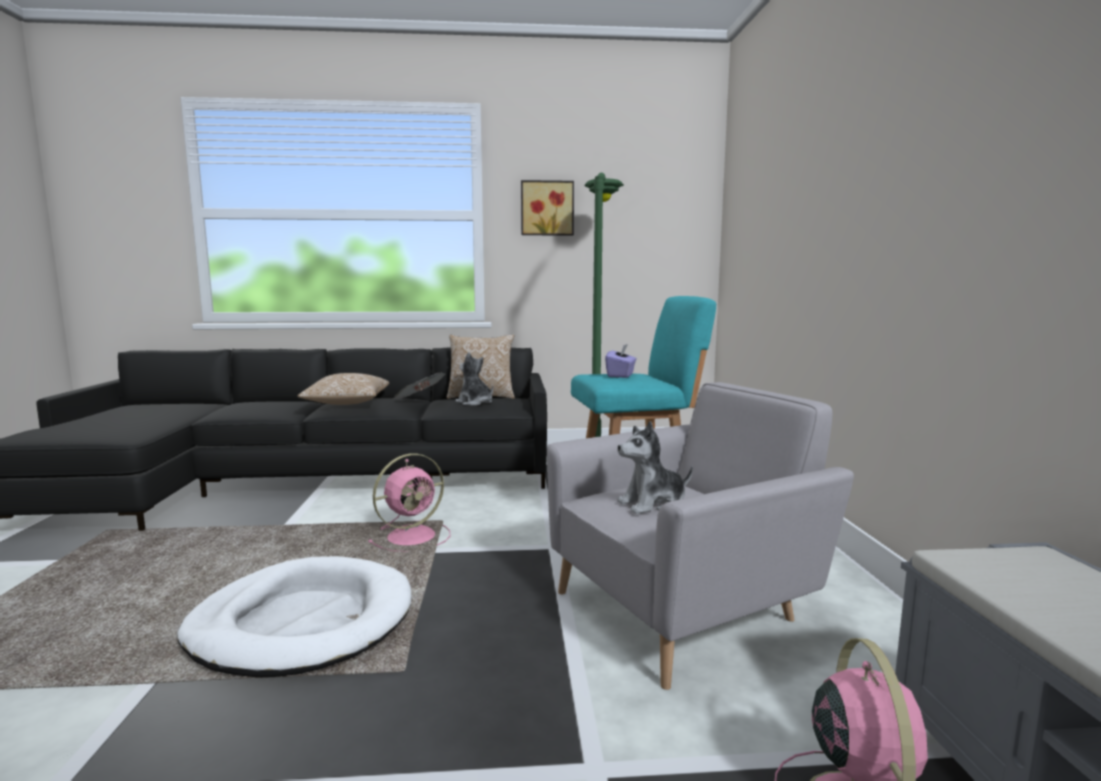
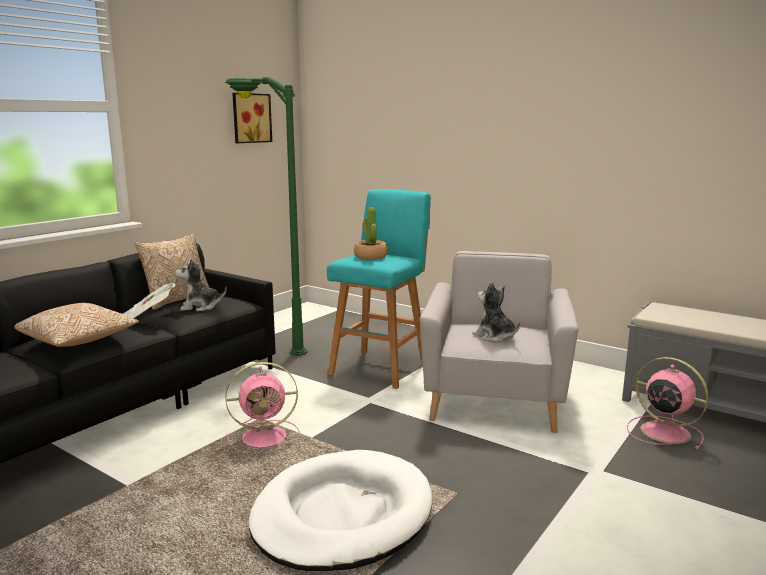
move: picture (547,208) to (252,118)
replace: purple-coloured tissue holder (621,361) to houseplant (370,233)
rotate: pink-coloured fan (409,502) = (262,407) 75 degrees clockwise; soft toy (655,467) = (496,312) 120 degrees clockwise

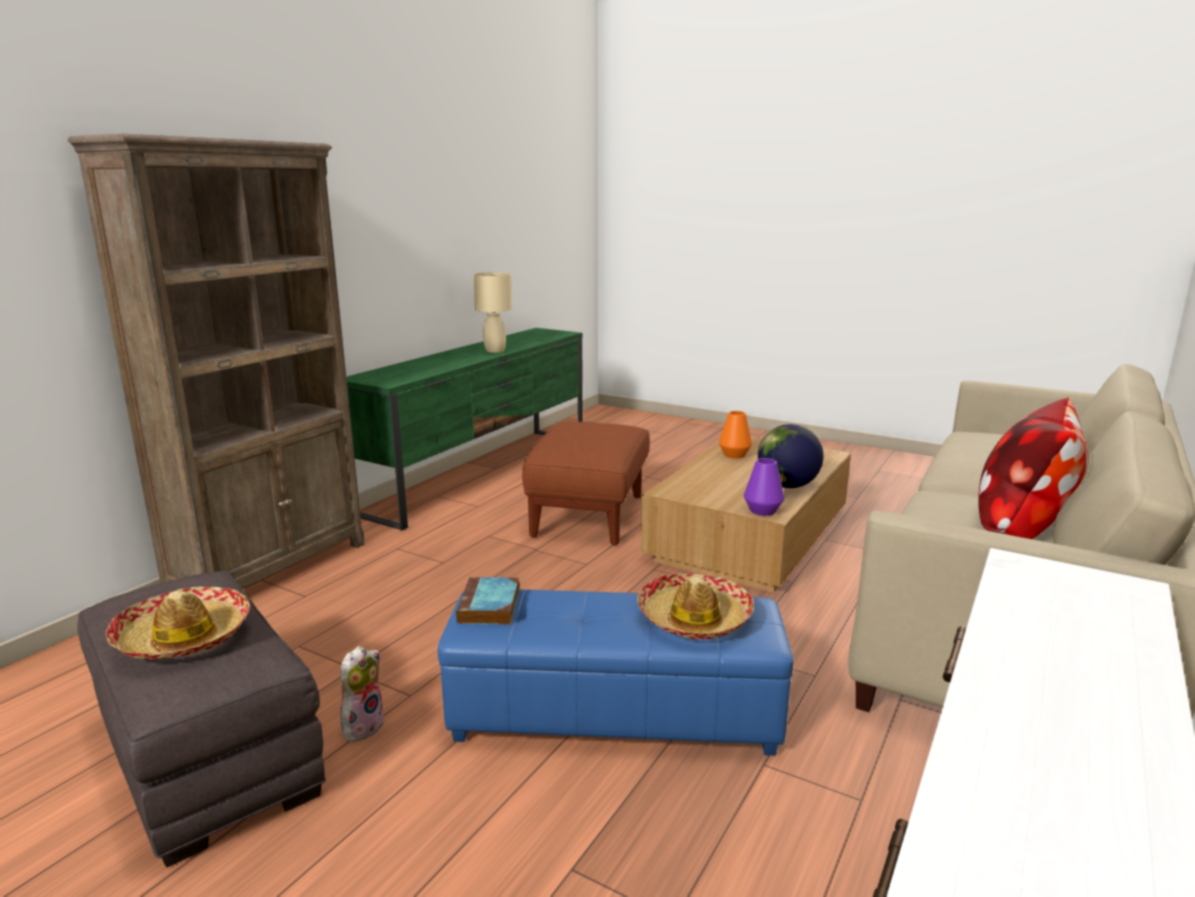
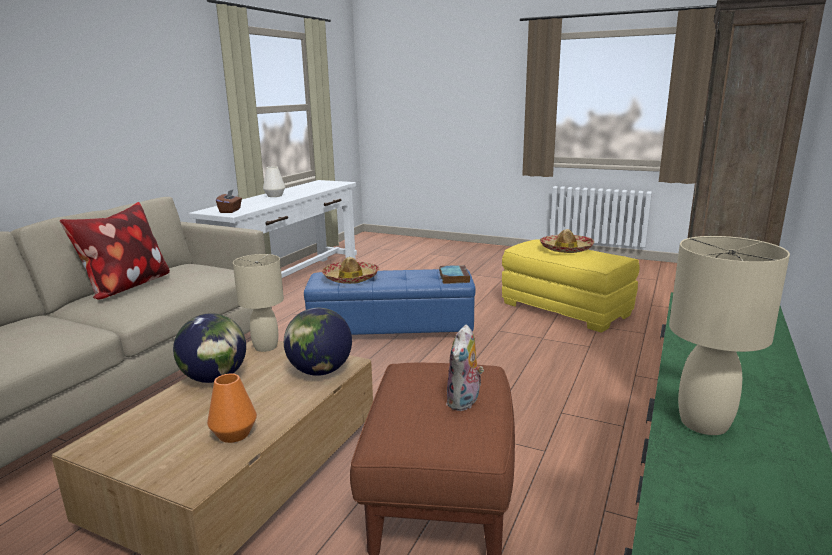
insert: brown tissue holder (229,201); white flower vase (274,181); world globe (318,342)
move: soft toy (362,694) to (465,368)
replace: purple-coloured flower vase (764,487) to sand-coloured table lamp (258,303)
recolor: greyish footrest (201,719) to yellow footrest (571,286)

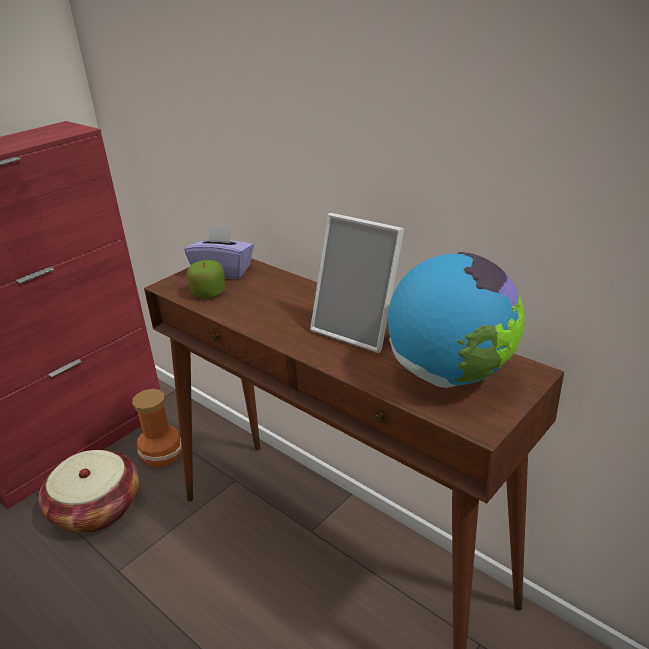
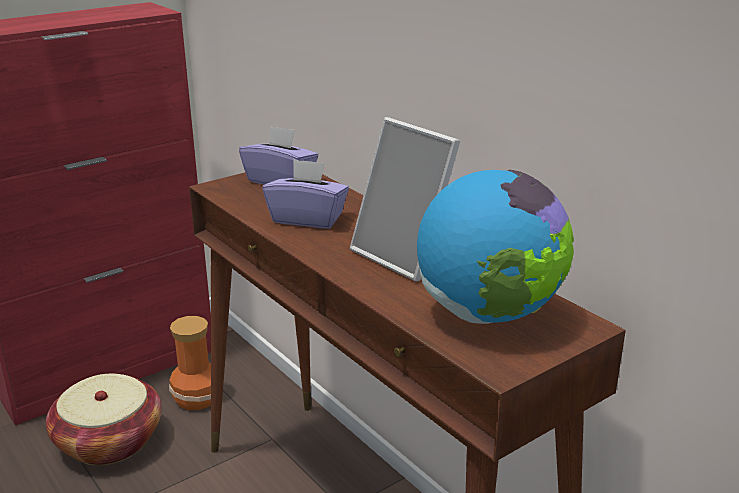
delete: whole apple (206,279)
insert: purple-coloured tissue holder (305,194)

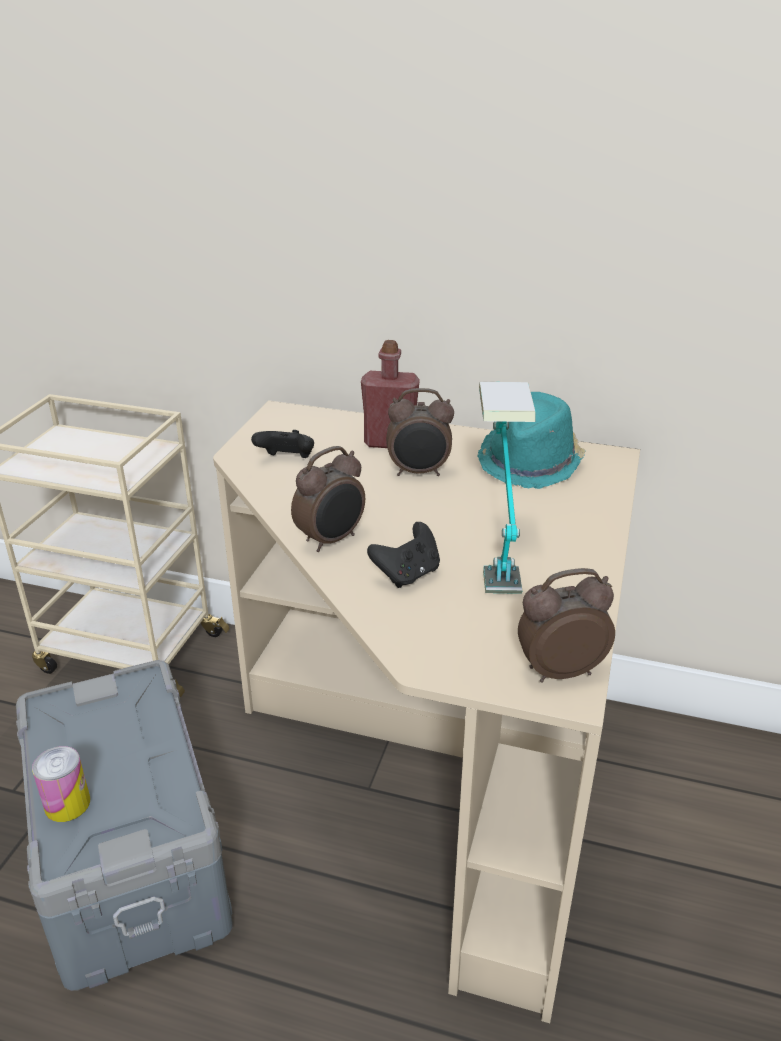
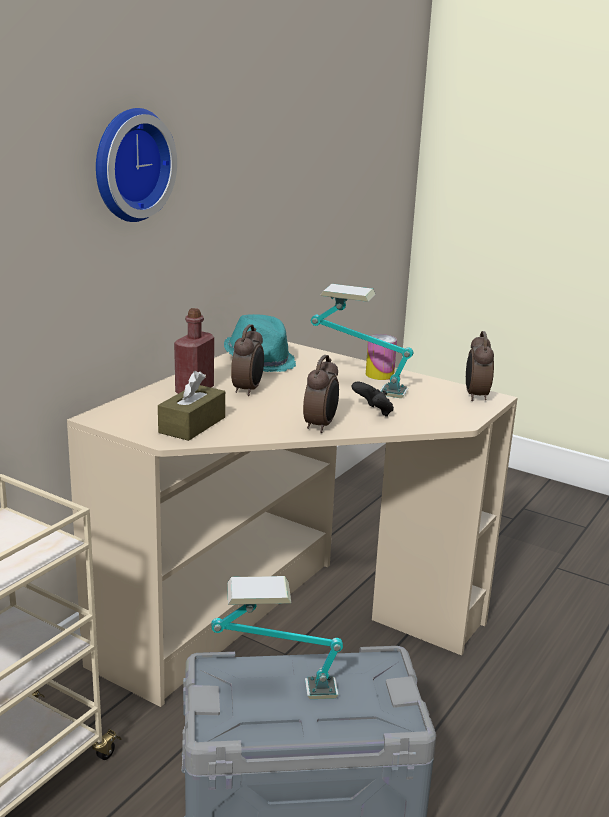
insert: clock on the wall (136,165); table lamp (277,637)
move: can (61,784) to (381,357)
replace: black-coloured game controller (282,444) to brown tissue holder (191,406)
rotate: bedside clock (328,499) = (321,394) 45 degrees clockwise

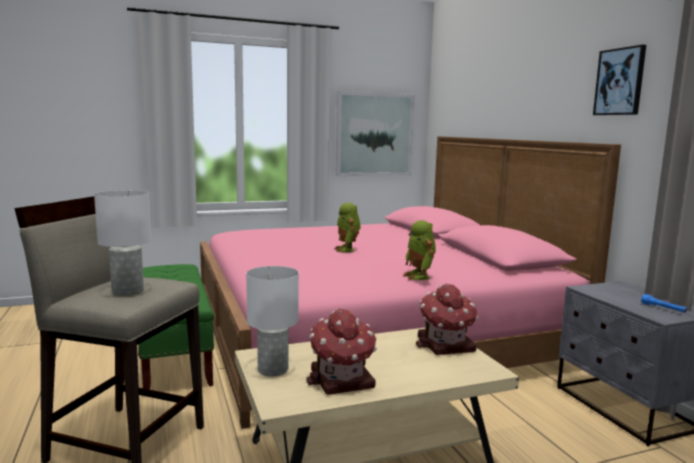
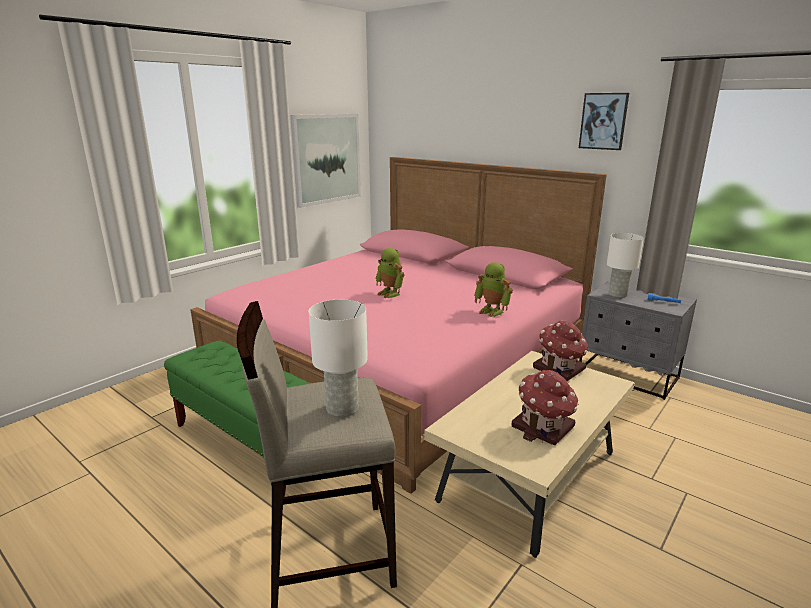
move: white table lamp (272,321) to (625,265)

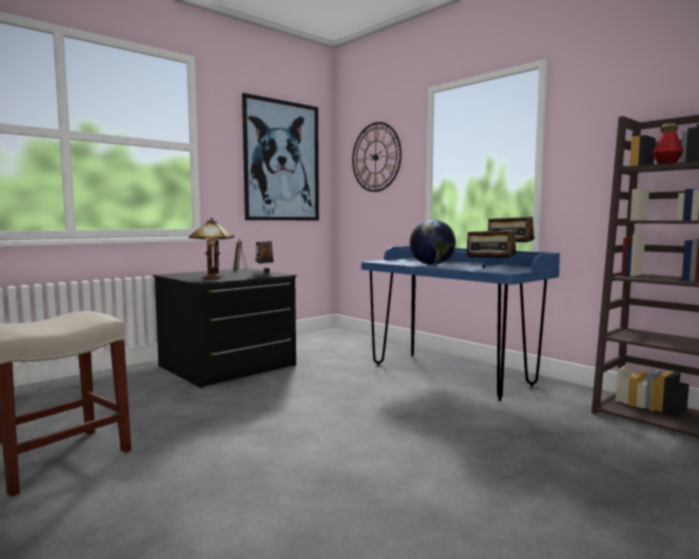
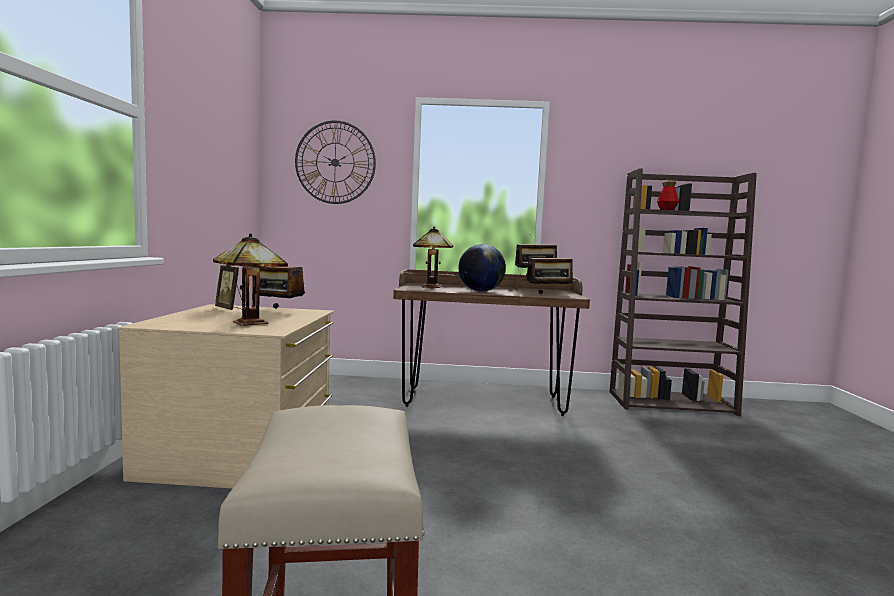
delete: picture (280,156)
insert: table lamp (433,257)
recolor: black-coloured chest of drawers (225,328) to sand-coloured chest of drawers (226,396); blue-coloured desk table (460,323) to brown desk table (491,342)

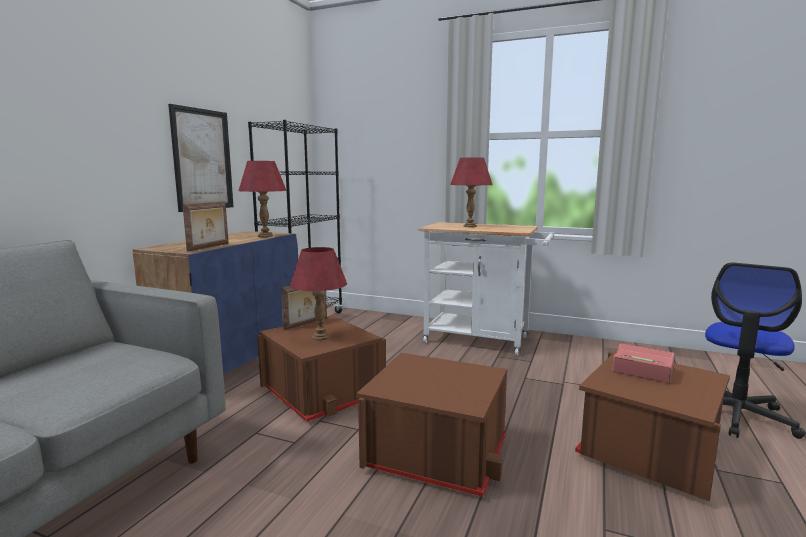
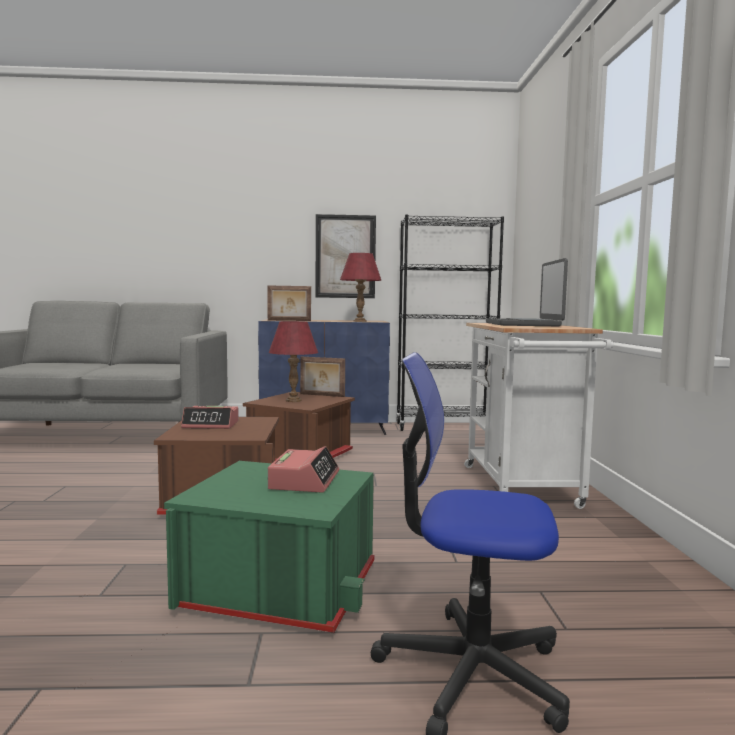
insert: bedside clock (210,417)
replace: red-coloured table lamp (471,192) to portable computer (527,292)
recolor: brown storage box (652,425) to green storage box (269,547)

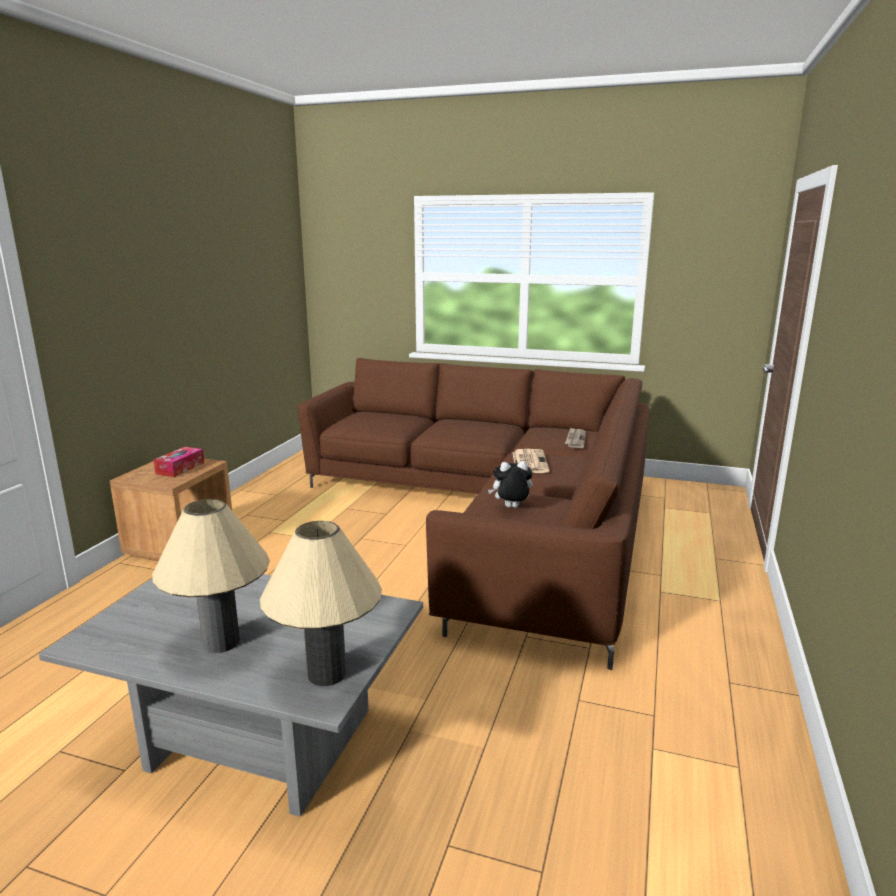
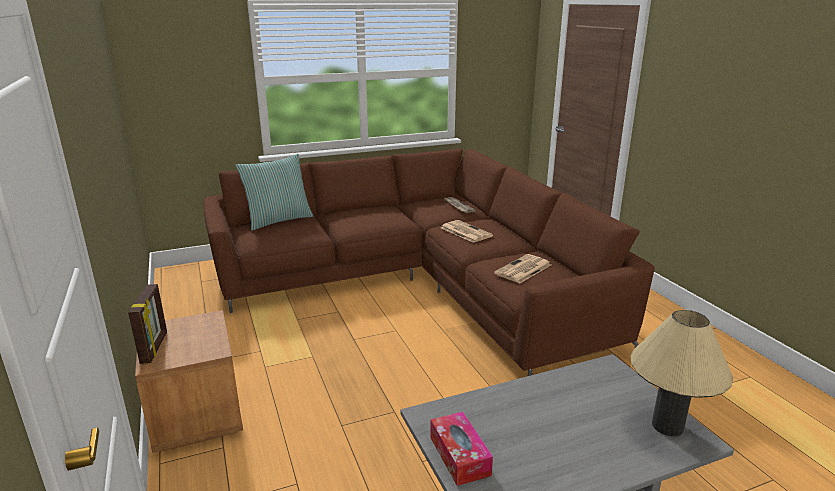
delete: sand-coloured table lamp (211,576)
insert: standing frame (147,324); pillow (275,192)
move: tissue holder (178,462) to (461,449)
replace: soft toy (510,484) to printed paper (522,268)

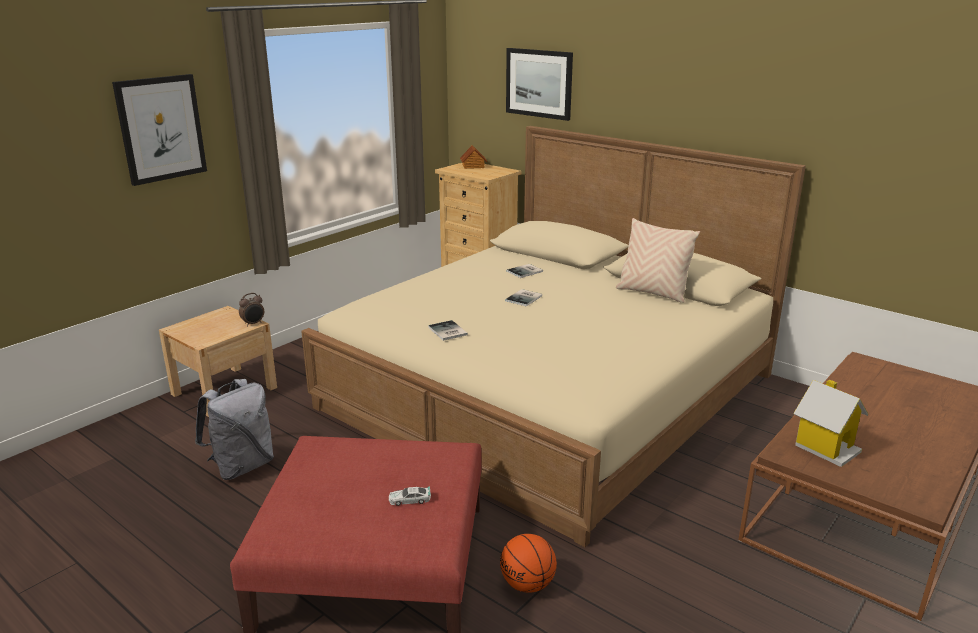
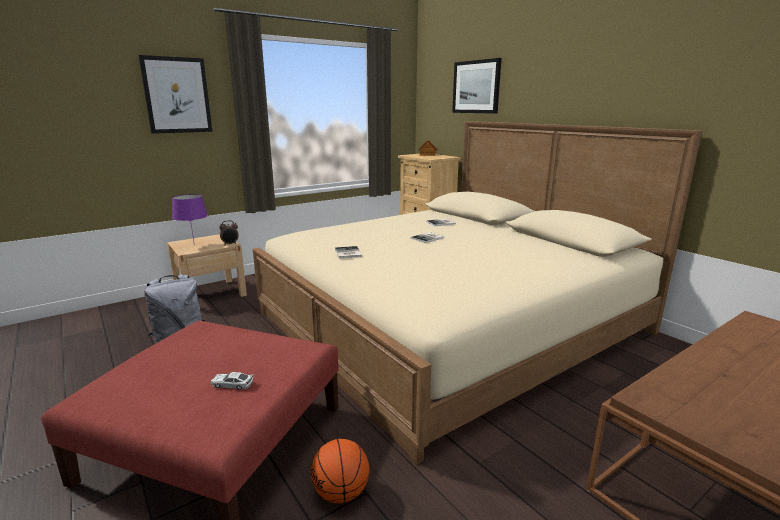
delete: sand-coloured pillow (658,260); toy house (830,423)
insert: purple-coloured table lamp (190,217)

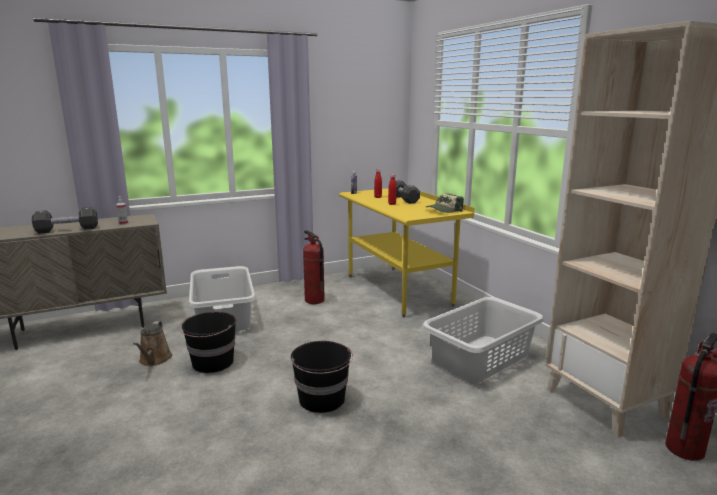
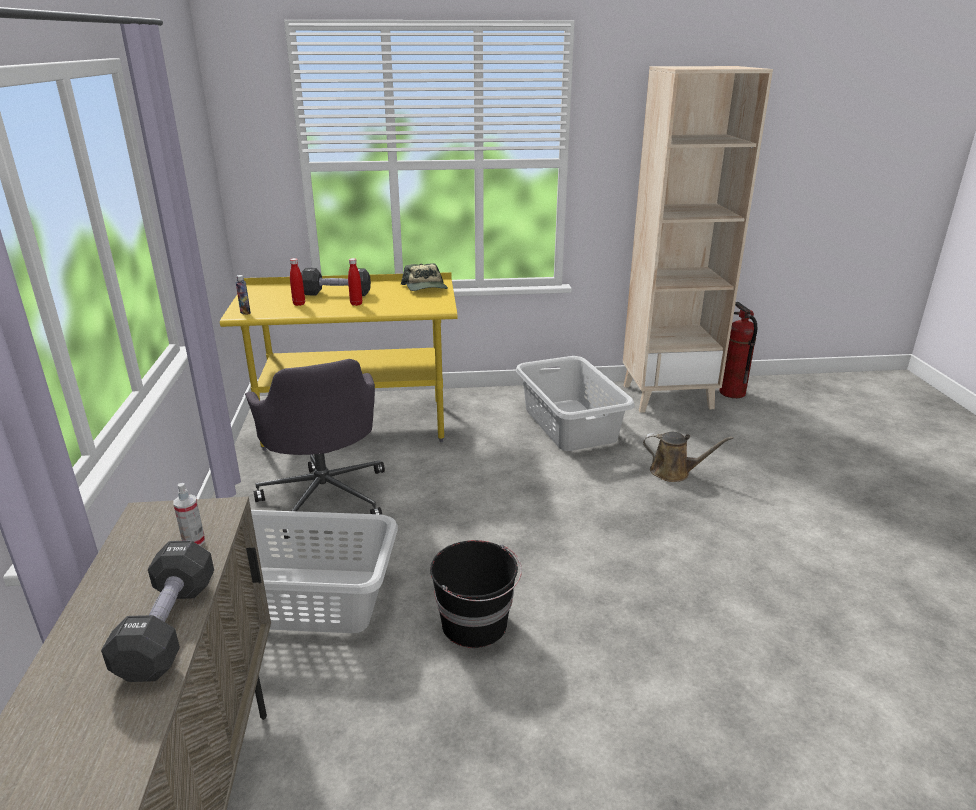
delete: black-coloured bucket (322,377)
move: brown watering pot (152,343) to (688,457)
replace: fire extinguisher (314,267) to greyish desk chair (315,449)

